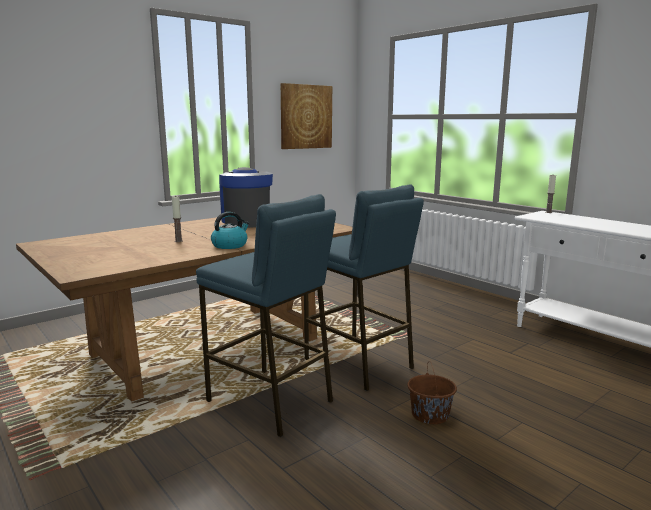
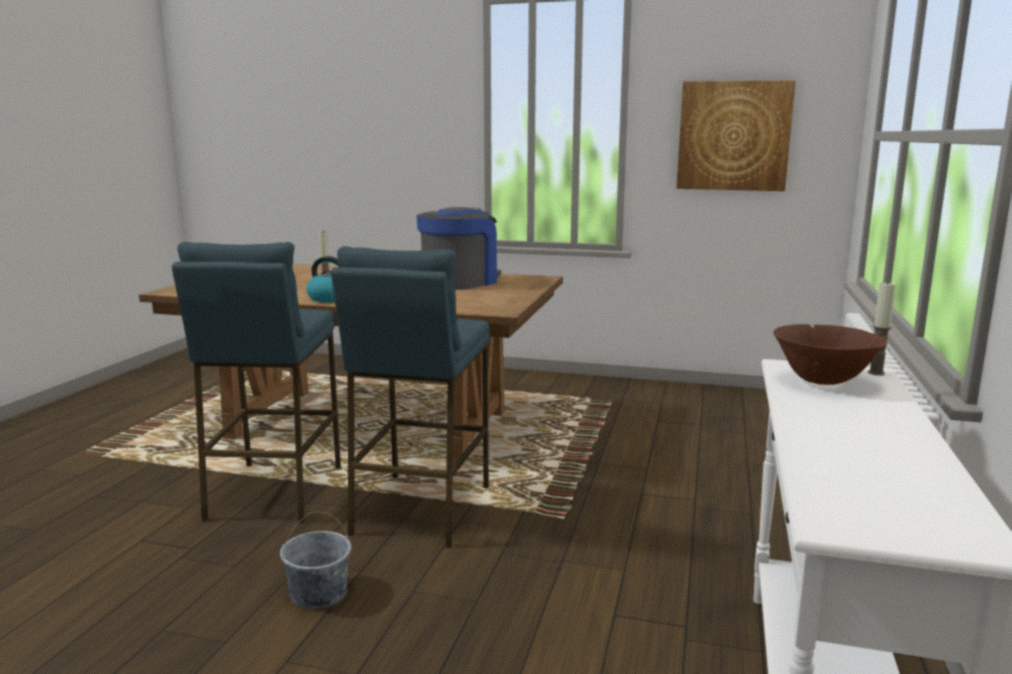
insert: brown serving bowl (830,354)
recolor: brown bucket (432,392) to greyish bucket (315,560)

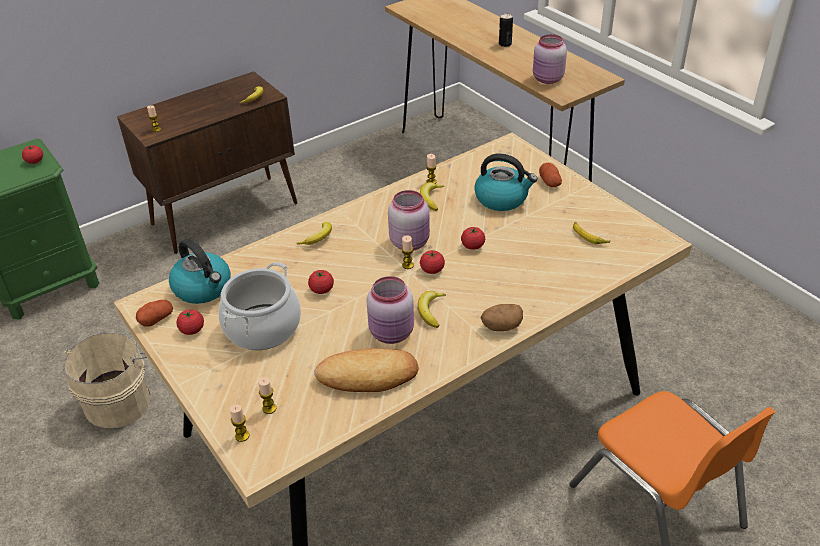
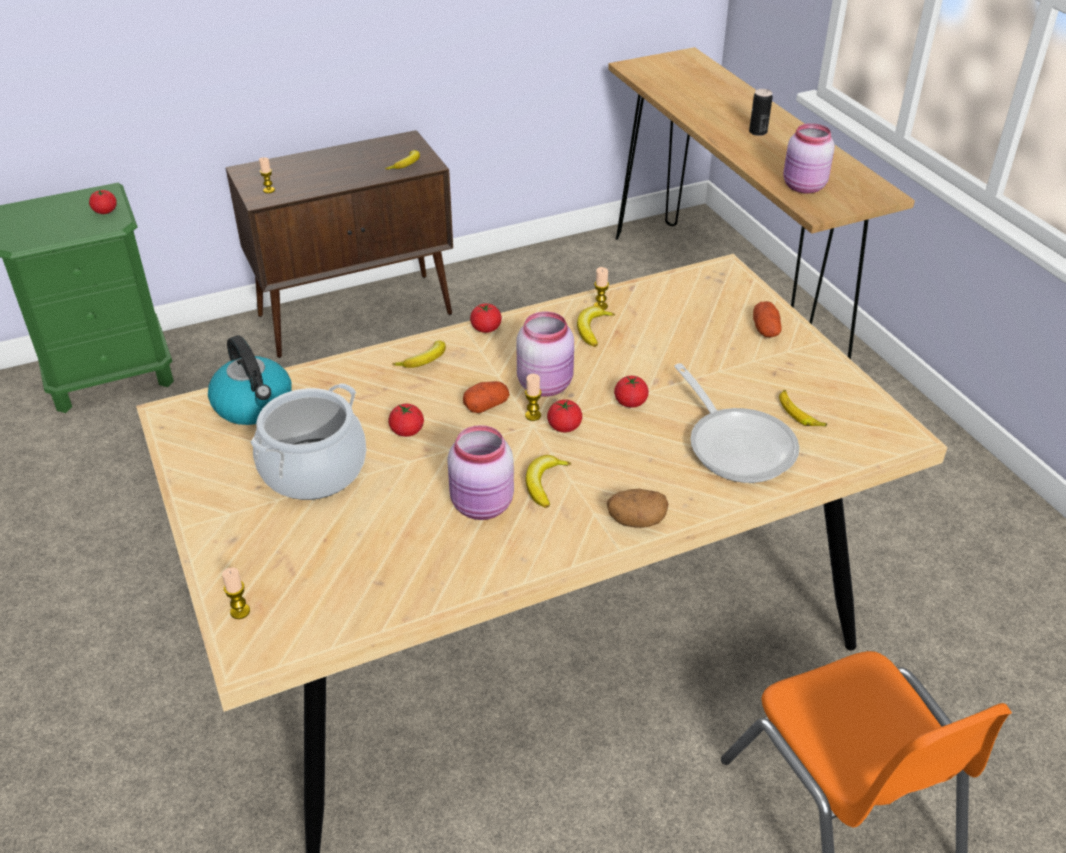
delete: sand-coloured bucket (107,380); wax candle (267,395); baked bread (366,370); tea kettle (505,182)
insert: skillet (736,423)
move: potato (154,313) to (486,397); whole tomato (190,322) to (486,318)

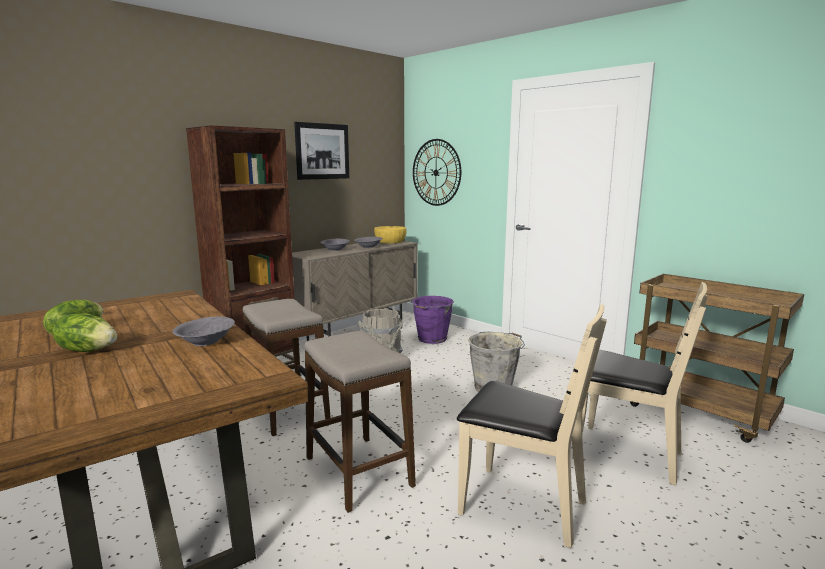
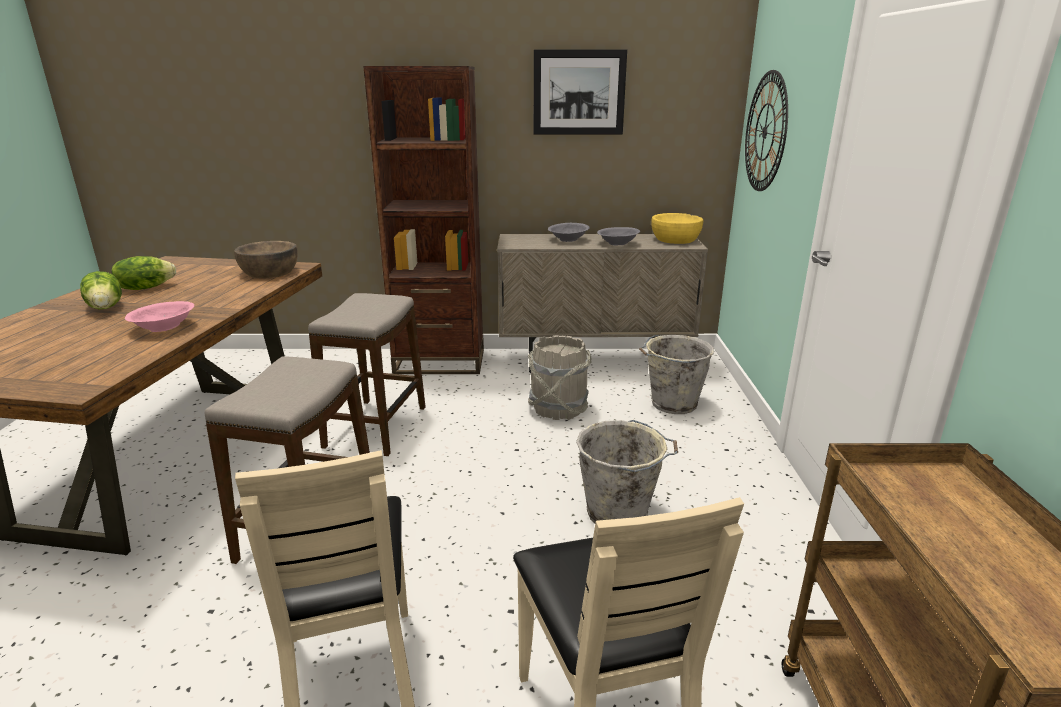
insert: brown serving bowl (266,259)
recolor: greyish serving bowl (203,331) to pink-coloured serving bowl (160,316); purple-coloured bucket (432,320) to greyish bucket (676,374)

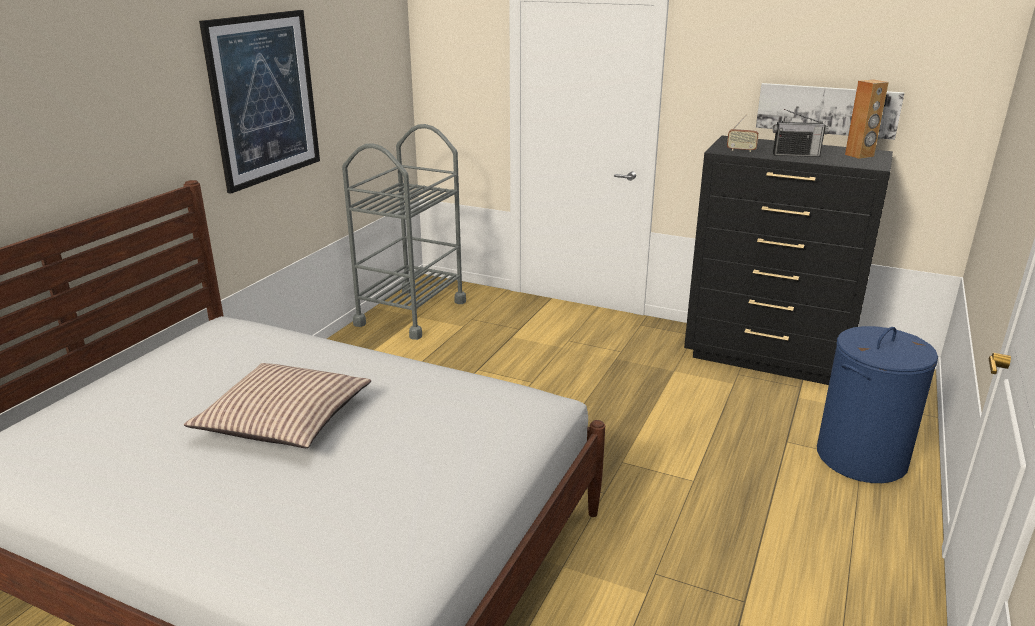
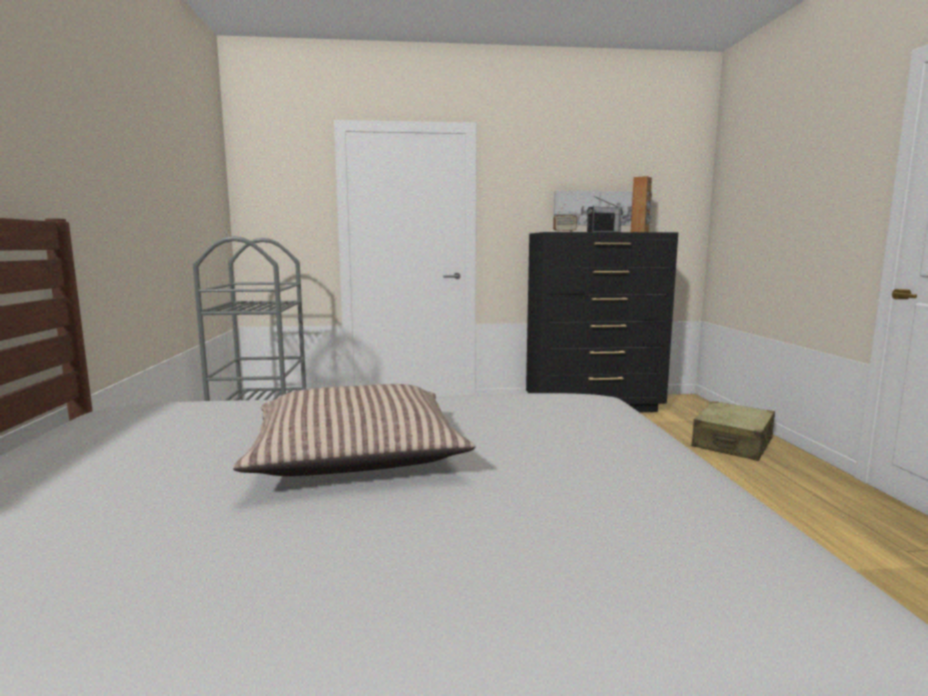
delete: picture (259,102)
replace: blue-coloured laundry basket (877,404) to sand-coloured piece of luggage (733,431)

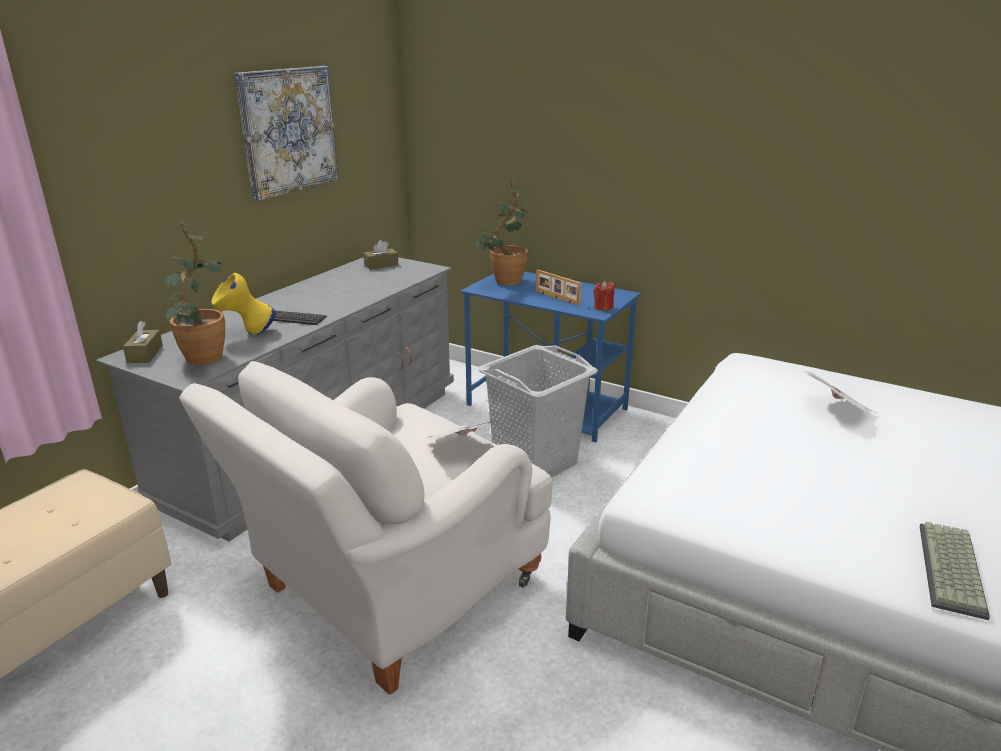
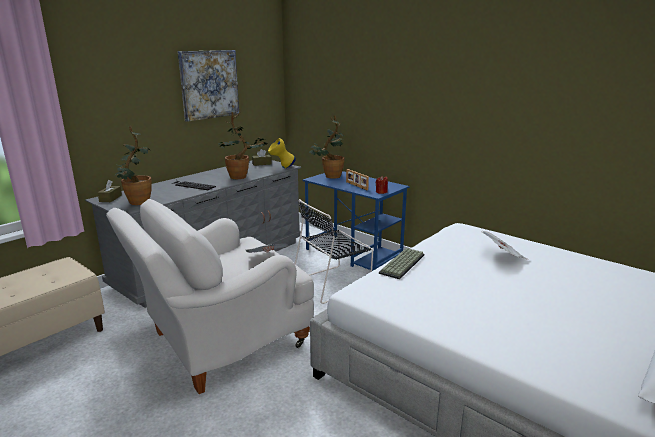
insert: houseplant (243,145)
move: yellow flower vase (243,304) to (282,153); keyboard (955,571) to (401,263)
replace: greyish laundry basket (538,411) to black-coloured chair (334,251)

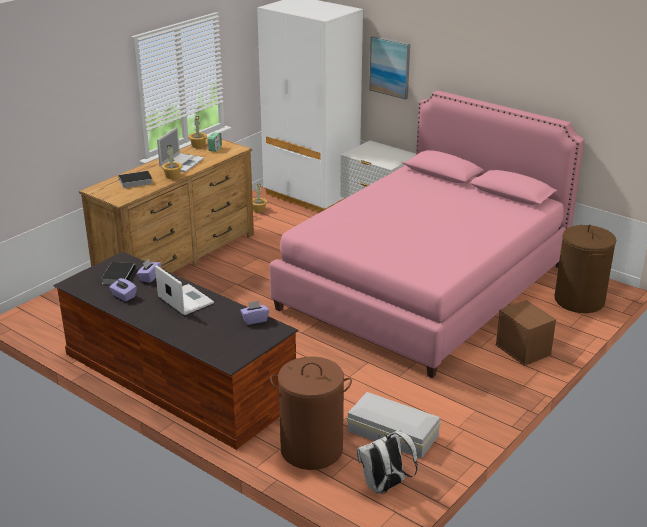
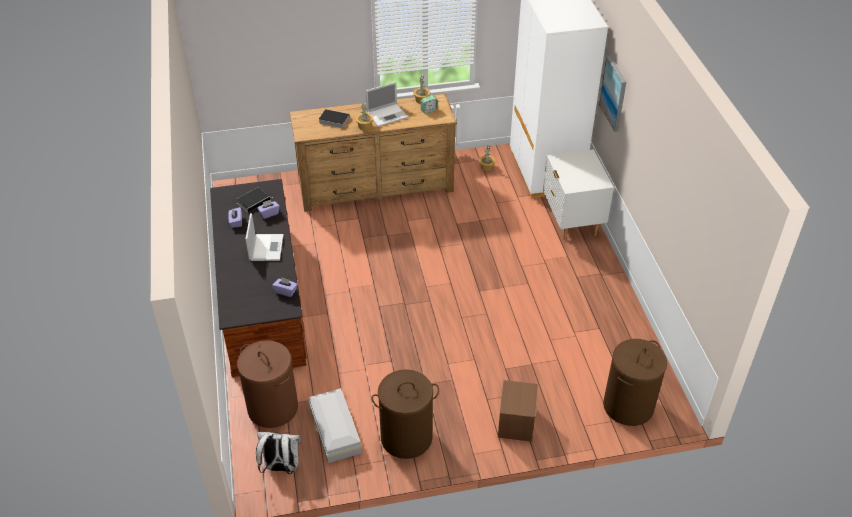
delete: pink-coloured bedroom bed (426,234)
insert: brown laundry basket (405,414)

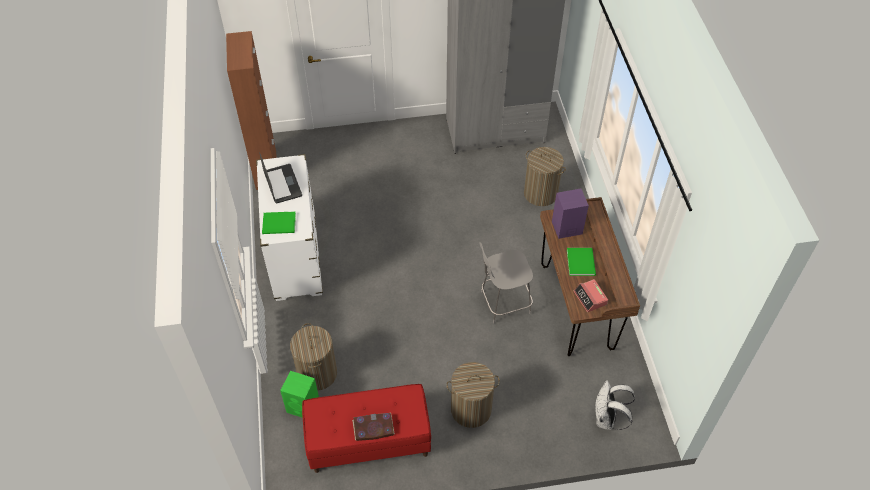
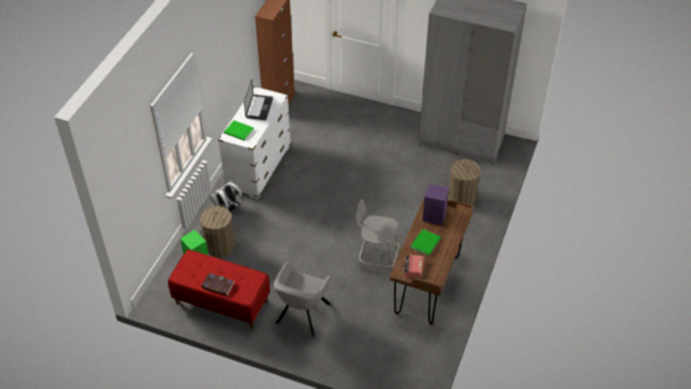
move: white knapsack (614,405) to (226,196)
replace: laundry basket (473,395) to greyish armchair (302,299)

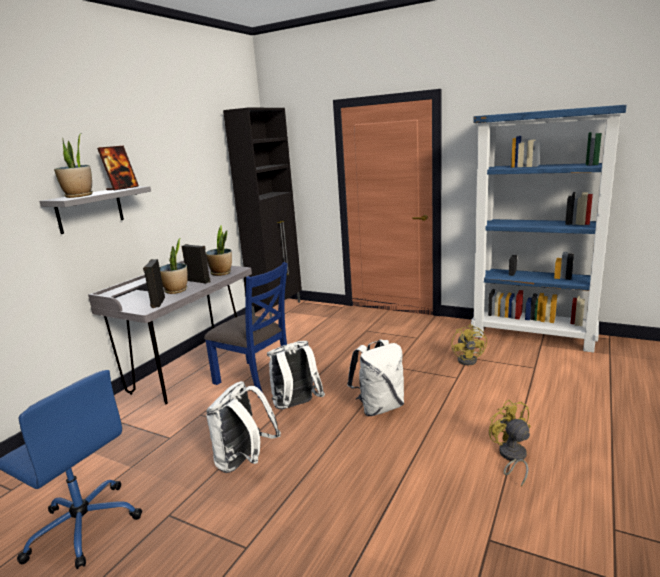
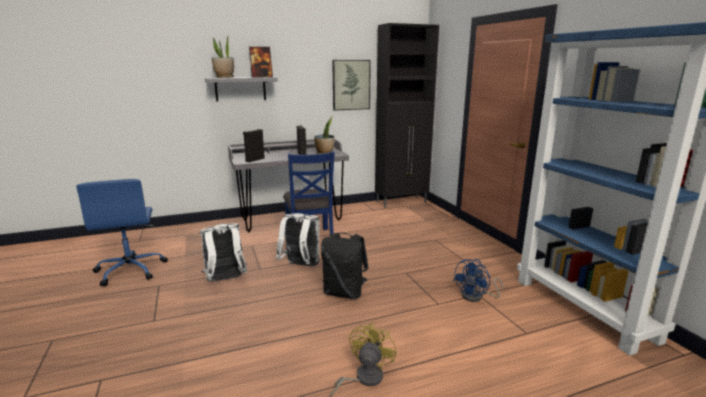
delete: houseplant (174,266)
insert: picture (351,85)
recolor: white knapsack (375,377) to black-coloured knapsack (344,266); yellow fan (469,344) to blue-coloured fan (478,280)

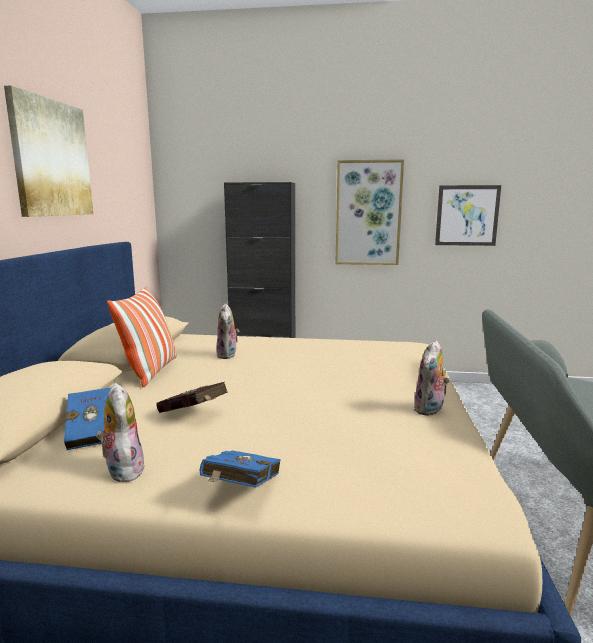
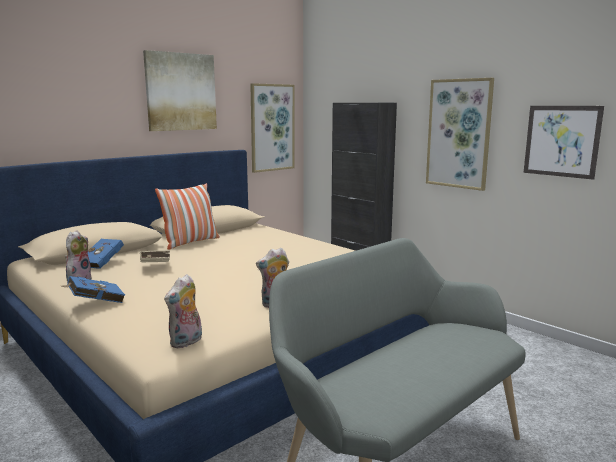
insert: picture (272,128)
move: soft toy (228,331) to (183,311)
recolor: red-coloured book (192,397) to sand-coloured book (155,256)

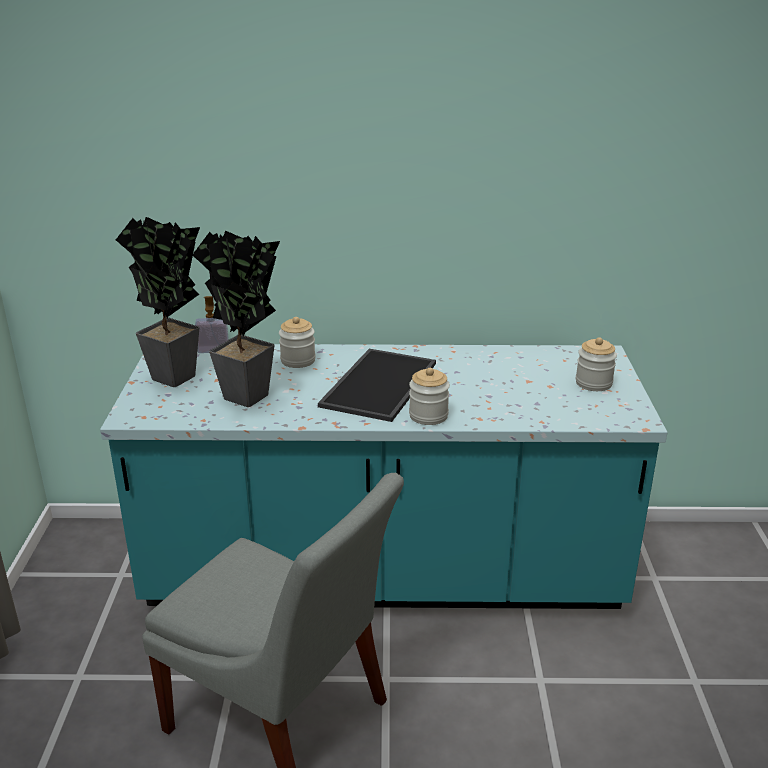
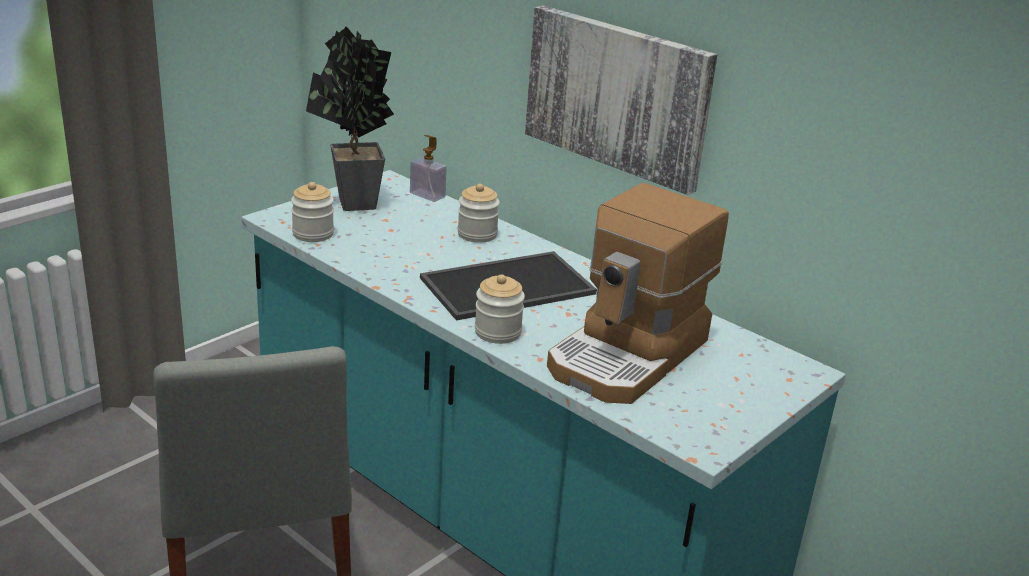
delete: houseplant (236,319)
insert: picture (621,100); coffee maker (638,293)
move: storage jar (596,364) to (312,212)

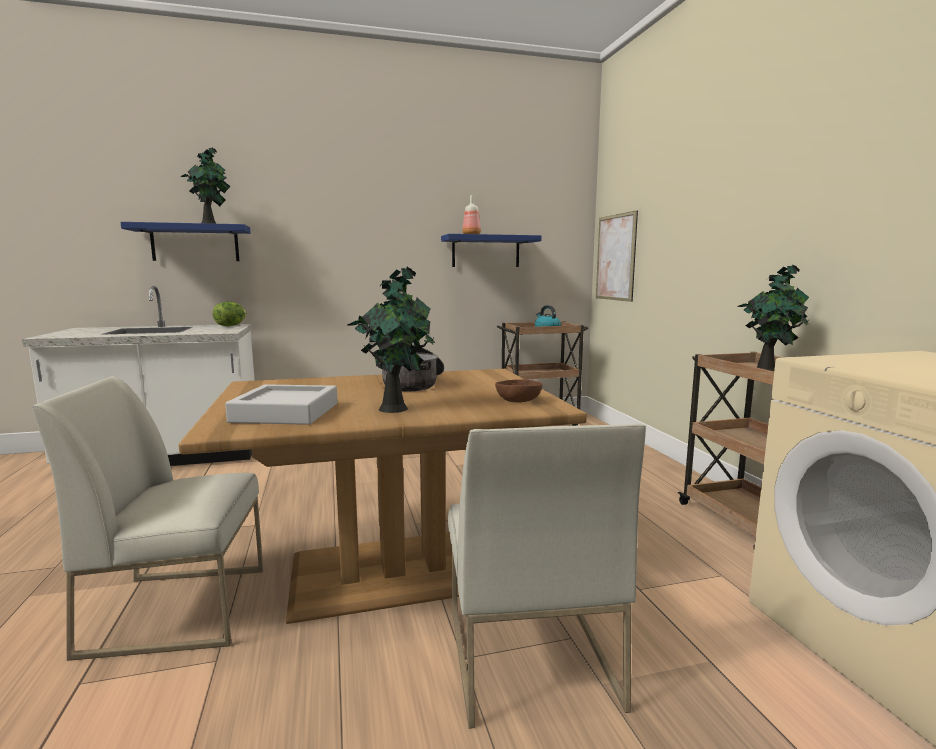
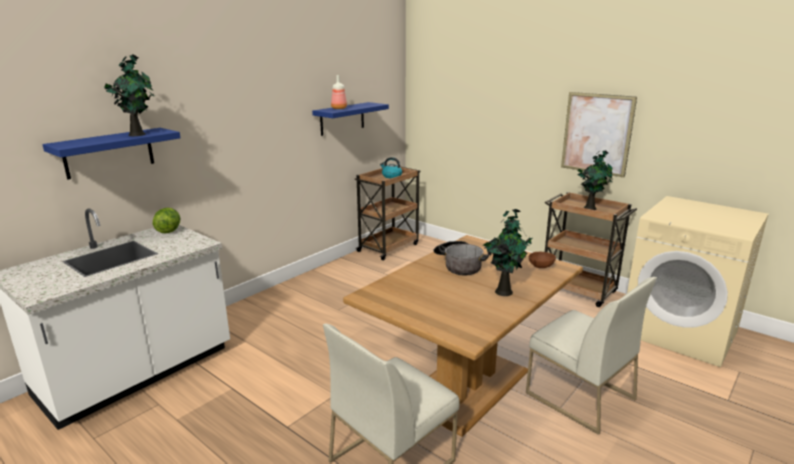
delete: greyish carrying tray (281,404)
move: picture (617,256) to (599,134)

